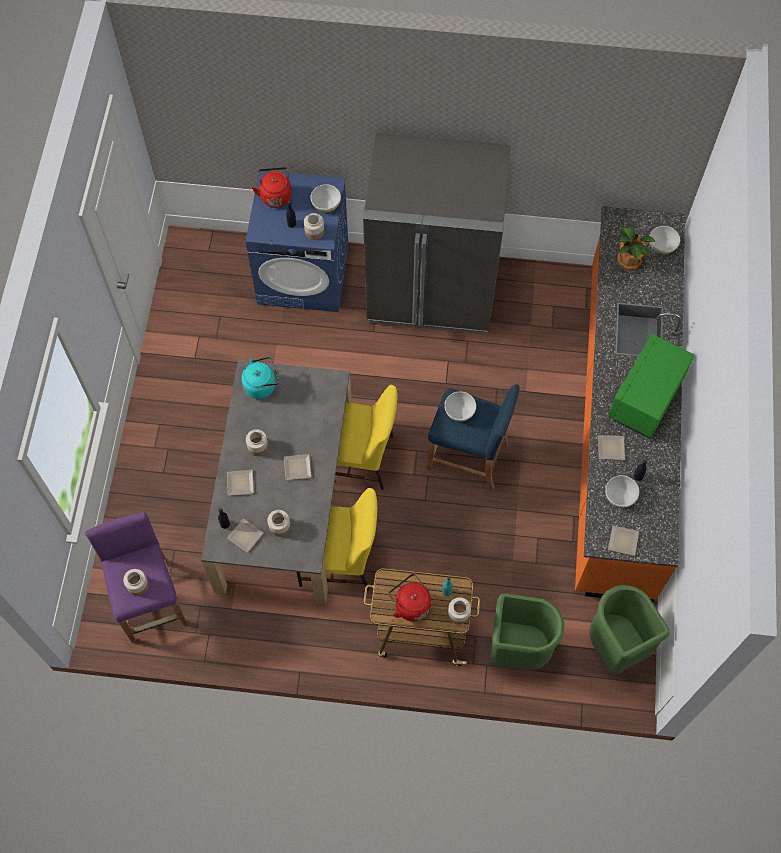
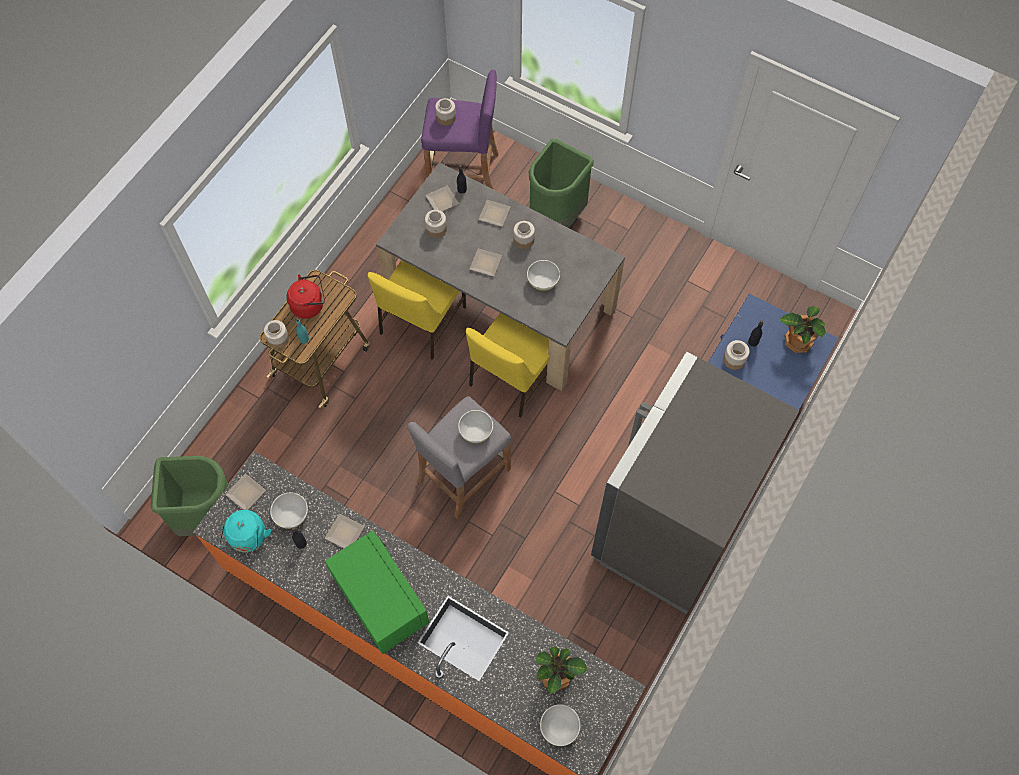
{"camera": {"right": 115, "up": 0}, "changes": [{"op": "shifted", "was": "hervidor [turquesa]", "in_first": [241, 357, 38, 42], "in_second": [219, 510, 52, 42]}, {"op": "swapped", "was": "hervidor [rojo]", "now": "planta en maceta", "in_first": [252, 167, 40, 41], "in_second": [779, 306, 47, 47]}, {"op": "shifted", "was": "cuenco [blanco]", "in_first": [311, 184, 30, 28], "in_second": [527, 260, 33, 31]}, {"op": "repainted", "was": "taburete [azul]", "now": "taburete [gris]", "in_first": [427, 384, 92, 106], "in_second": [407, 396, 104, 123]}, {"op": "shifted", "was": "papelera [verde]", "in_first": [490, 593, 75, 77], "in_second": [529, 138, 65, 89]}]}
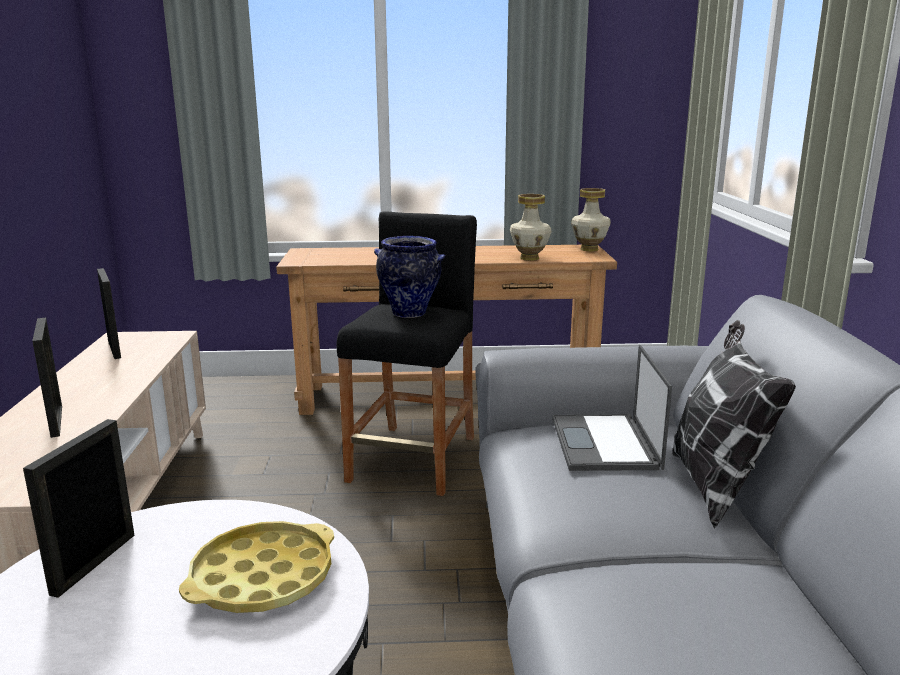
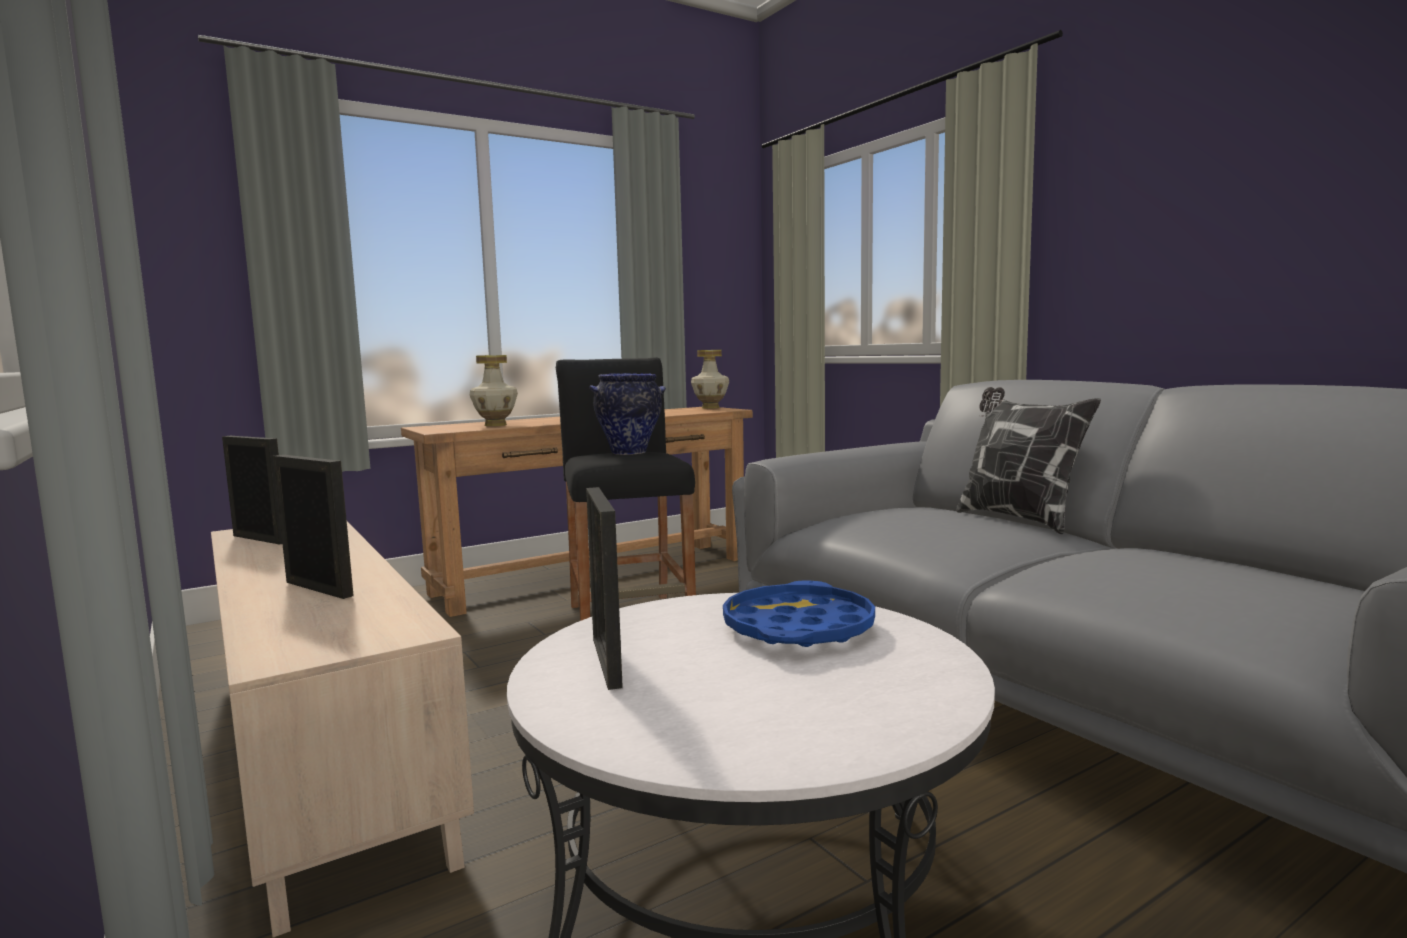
{"camera": {"right": -30, "up": -10}, "changes": [{"op": "repainted", "was": "bandeja [amarillo]", "now": "bandeja [azul]", "in_first": [179, 521, 155, 92], "in_second": [723, 580, 152, 67]}, {"op": "shifted", "was": "florero", "in_first": [510, 194, 42, 67], "in_second": [470, 355, 48, 71]}, {"op": "gone", "was": "portátil", "in_first": [552, 345, 120, 126]}]}
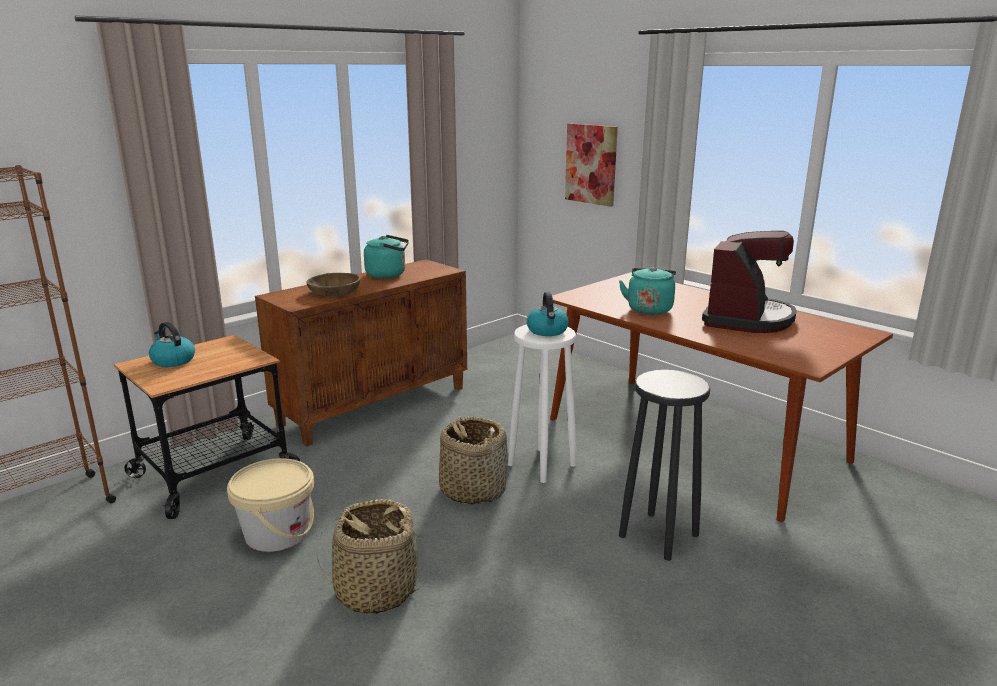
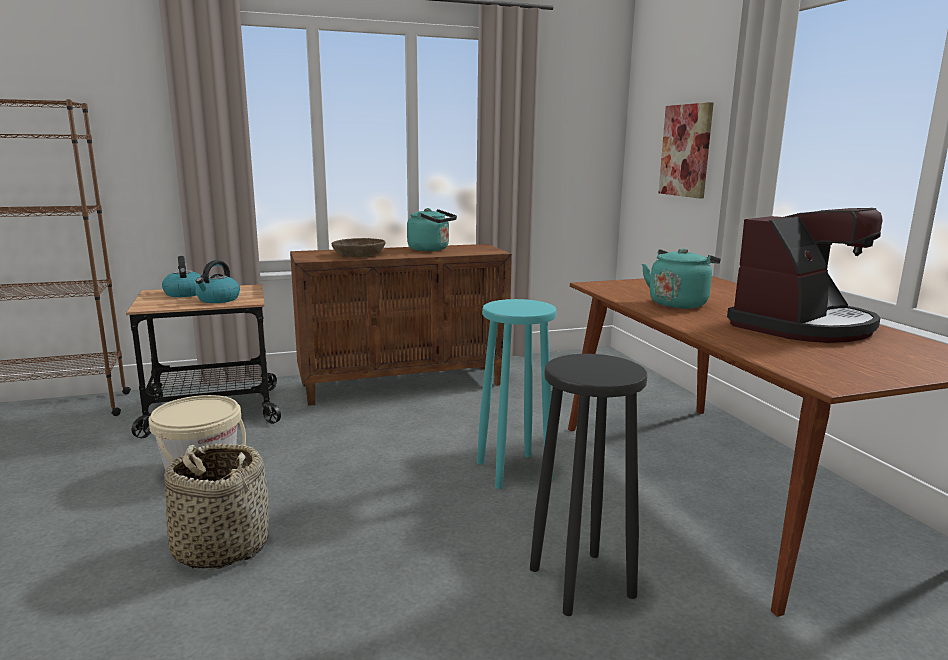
{"camera": {"right": 25, "up": -5}, "changes": [{"op": "gone", "was": "cesta", "in_first": [439, 416, 69, 89]}, {"op": "repainted", "was": "taburete [blanco]", "now": "taburete [turquesa]", "in_first": [508, 325, 68, 158], "in_second": [477, 299, 80, 190]}, {"op": "shifted", "was": "hervidor", "in_first": [527, 292, 42, 44], "in_second": [195, 260, 45, 43]}]}
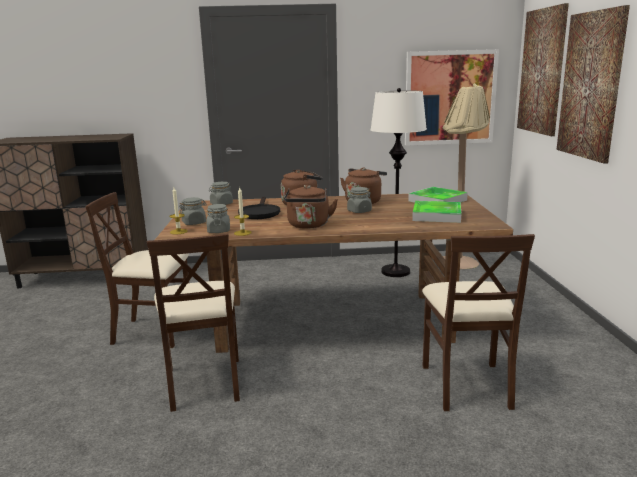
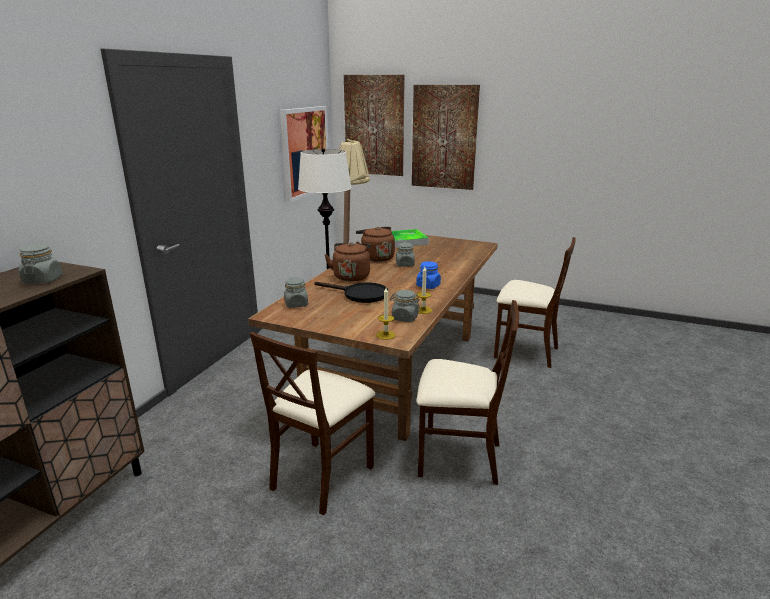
{"camera": {"right": -65, "up": 5}, "changes": [{"op": "shifted", "was": "tarro [gris]", "in_first": [179, 197, 28, 28], "in_second": [19, 244, 44, 40]}, {"op": "swapped", "was": "hervidor [marrón]", "now": "tarro [azul]", "in_first": [284, 185, 54, 44], "in_second": [416, 261, 25, 28]}, {"op": "gone", "was": "bandeja", "in_first": [412, 201, 50, 22]}]}
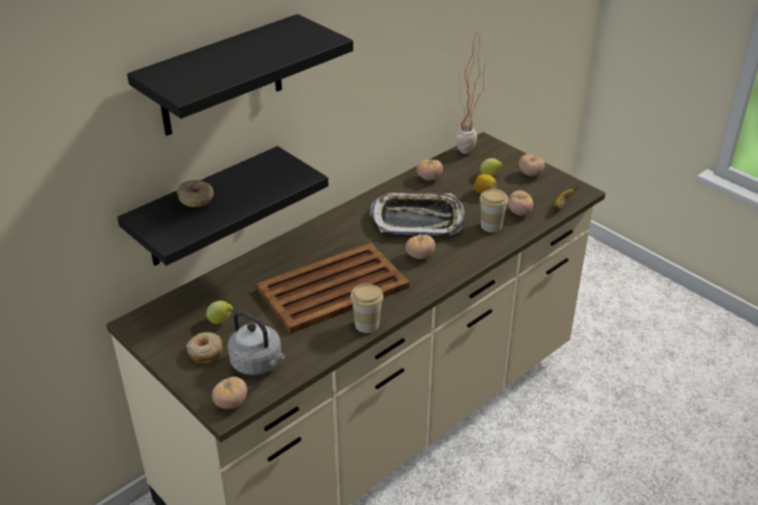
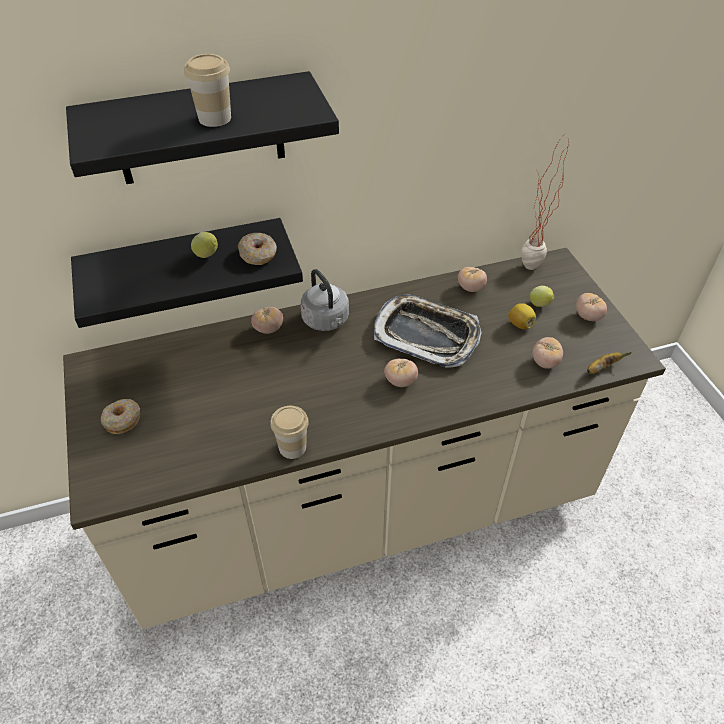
{"camera": {"right": 25, "up": 10}, "changes": [{"op": "shifted", "was": "rosquilla", "in_first": [177, 180, 37, 27], "in_second": [238, 233, 39, 32]}, {"op": "shifted", "was": "limón", "in_first": [206, 301, 27, 23], "in_second": [191, 232, 27, 26]}, {"op": "shifted", "was": "tomate", "in_first": [212, 377, 35, 32], "in_second": [251, 307, 32, 27]}, {"op": "shifted", "was": "hervidor [gris]", "in_first": [228, 311, 57, 64], "in_second": [301, 269, 48, 62]}, {"op": "gone", "was": "bandeja [marrón]", "in_first": [256, 243, 154, 91]}, {"op": "shifted", "was": "taza", "in_first": [479, 189, 29, 44], "in_second": [184, 54, 47, 73]}]}
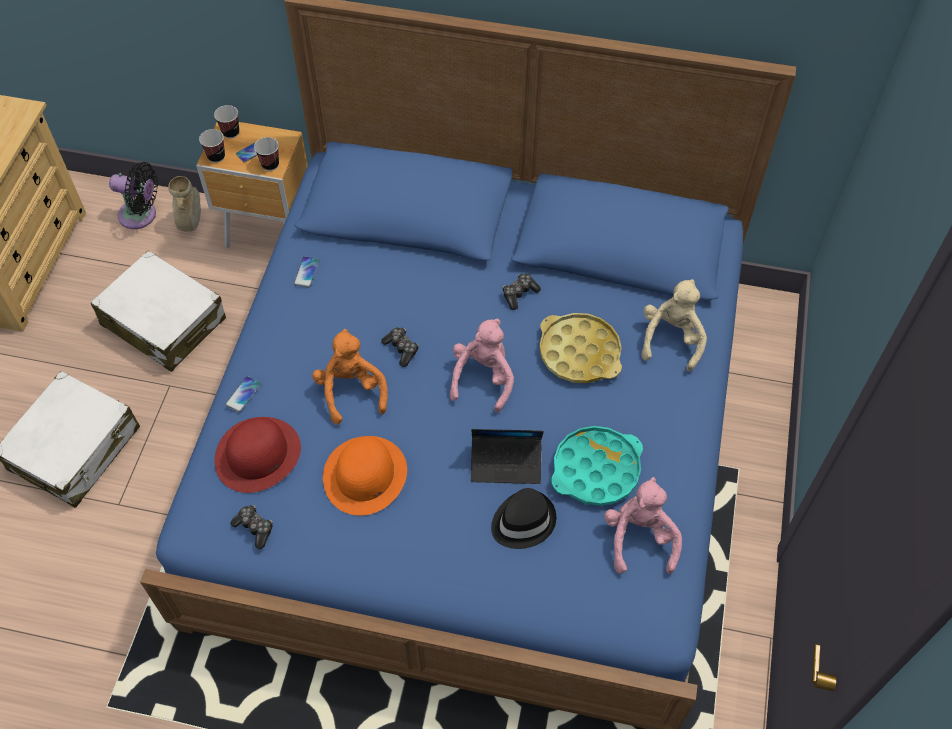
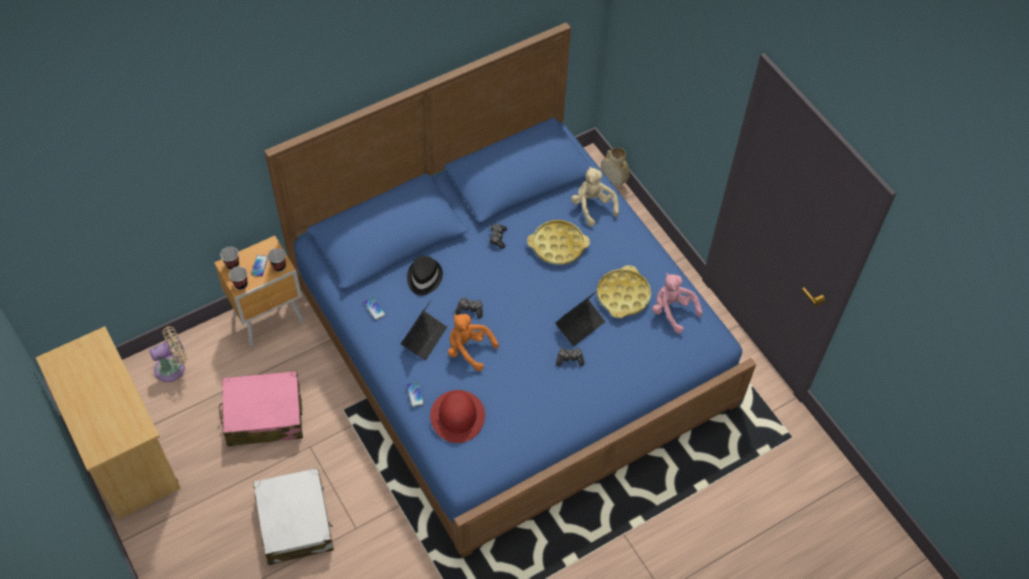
{"camera": {"right": -45, "up": 0}, "changes": [{"op": "repainted", "was": "maleta [blanco]", "now": "maleta [rosa]", "in_first": [91, 250, 135, 122], "in_second": [219, 371, 84, 75]}, {"op": "repainted", "was": "ventilador [negro]", "now": "ventilador [beis]", "in_first": [109, 162, 49, 67], "in_second": [149, 326, 38, 56]}, {"op": "shifted", "was": "florero [beis]", "in_first": [168, 176, 33, 56], "in_second": [601, 147, 29, 39]}, {"op": "shifted", "was": "mando de consola", "in_first": [230, 505, 43, 44], "in_second": [556, 347, 28, 19]}, {"op": "gone", "was": "sombrero [naranja]", "in_first": [323, 436, 84, 80]}, {"op": "gone", "was": "peluche [rosa]", "in_first": [450, 318, 64, 95]}, {"op": "shifted", "was": "sombrero [negro]", "in_first": [491, 488, 65, 61], "in_second": [407, 256, 36, 39]}, {"op": "repainted", "was": "bandeja [turquesa]", "now": "bandeja [amarillo]", "in_first": [551, 426, 92, 80], "in_second": [597, 265, 54, 53]}, {"op": "new", "now": "portátil", "in_second": [401, 300, 46, 60]}]}
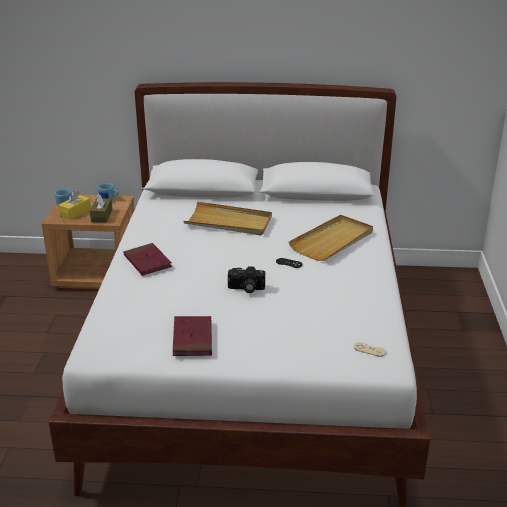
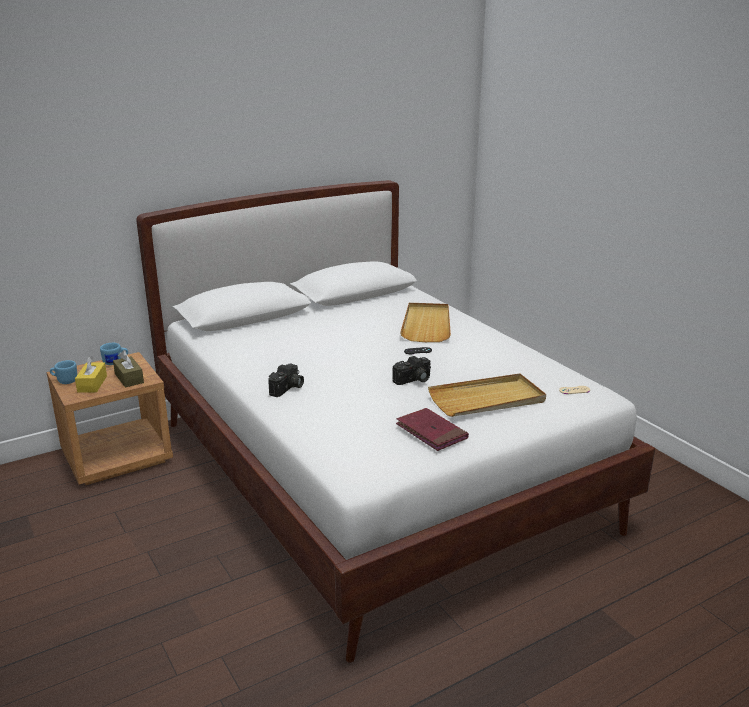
{"camera": {"right": -35, "up": -5}, "changes": [{"op": "swapped", "was": "libro [rojo]", "now": "cámara", "in_first": [123, 243, 49, 33], "in_second": [268, 364, 36, 33]}, {"op": "shifted", "was": "bandeja [beis]", "in_first": [183, 201, 89, 34], "in_second": [428, 374, 118, 43]}]}
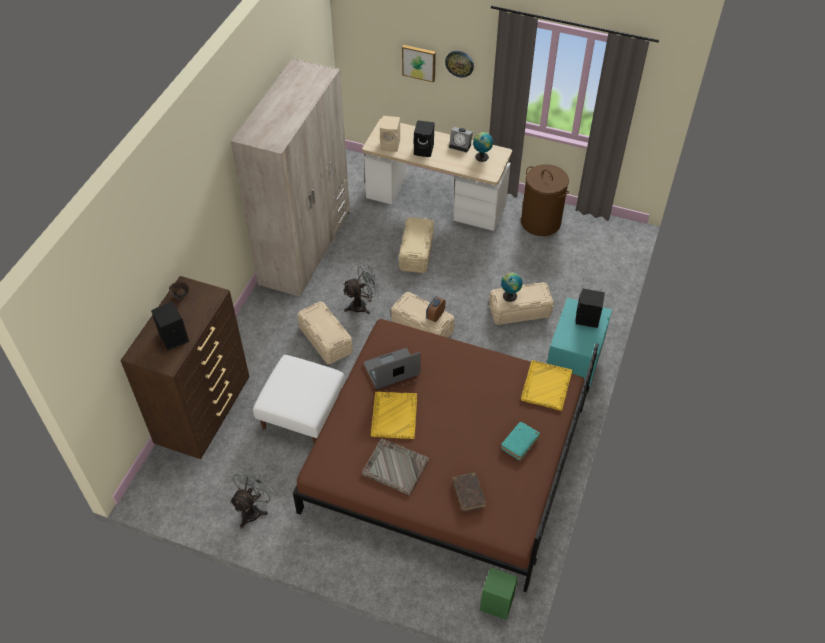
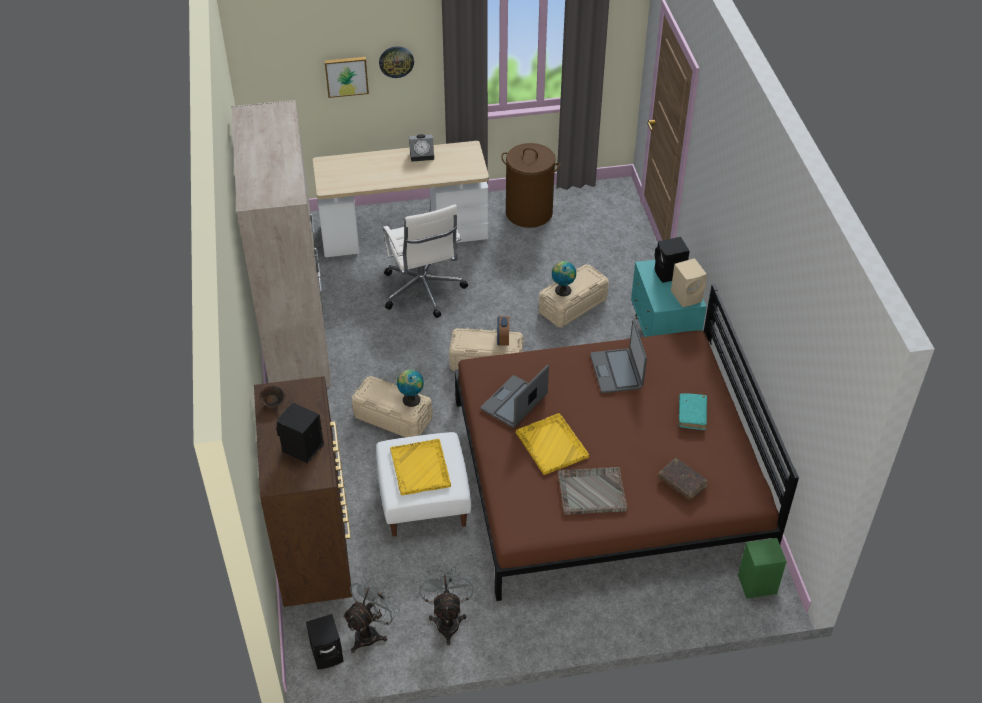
{"camera": {"right": -30, "up": -5}, "changes": [{"op": "shifted", "was": "ventilador [gris]", "in_first": [343, 265, 37, 49], "in_second": [342, 576, 58, 77]}, {"op": "shifted", "was": "altavoz [beis]", "in_first": [380, 116, 20, 36], "in_second": [671, 258, 36, 49]}, {"op": "swapped", "was": "caja de almacenaje [beis]", "now": "silla de oficina [blanco]", "in_first": [399, 217, 35, 56], "in_second": [383, 204, 85, 114]}, {"op": "shifted", "was": "altavoz [negro]", "in_first": [414, 120, 20, 37], "in_second": [306, 614, 38, 56]}, {"op": "shifted", "was": "globo terráqueo", "in_first": [473, 132, 20, 30], "in_second": [397, 369, 27, 38]}, {"op": "shifted", "was": "bandeja [amarillo]", "in_first": [521, 360, 51, 51], "in_second": [390, 439, 61, 56]}, {"op": "new", "now": "portátil", "in_second": [590, 320, 57, 73]}]}
